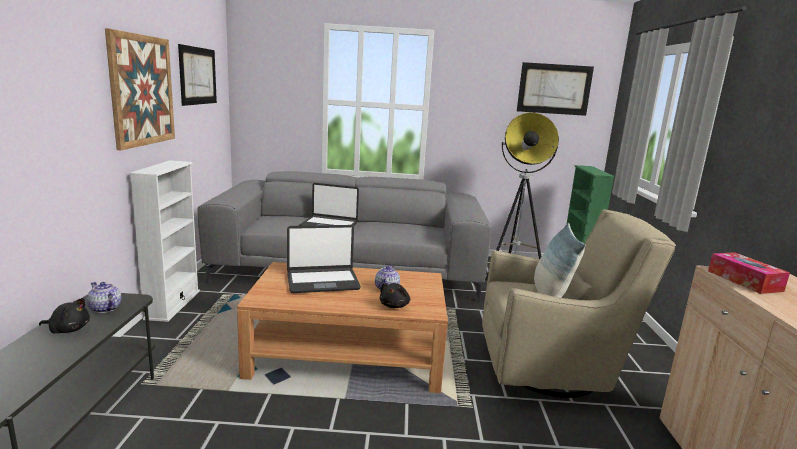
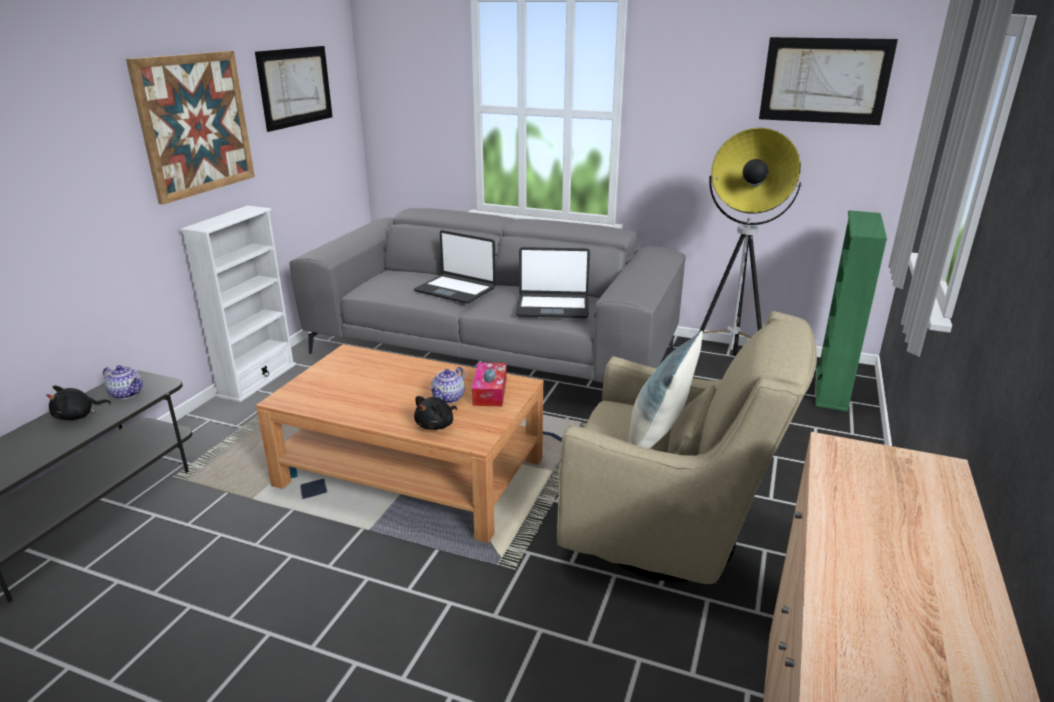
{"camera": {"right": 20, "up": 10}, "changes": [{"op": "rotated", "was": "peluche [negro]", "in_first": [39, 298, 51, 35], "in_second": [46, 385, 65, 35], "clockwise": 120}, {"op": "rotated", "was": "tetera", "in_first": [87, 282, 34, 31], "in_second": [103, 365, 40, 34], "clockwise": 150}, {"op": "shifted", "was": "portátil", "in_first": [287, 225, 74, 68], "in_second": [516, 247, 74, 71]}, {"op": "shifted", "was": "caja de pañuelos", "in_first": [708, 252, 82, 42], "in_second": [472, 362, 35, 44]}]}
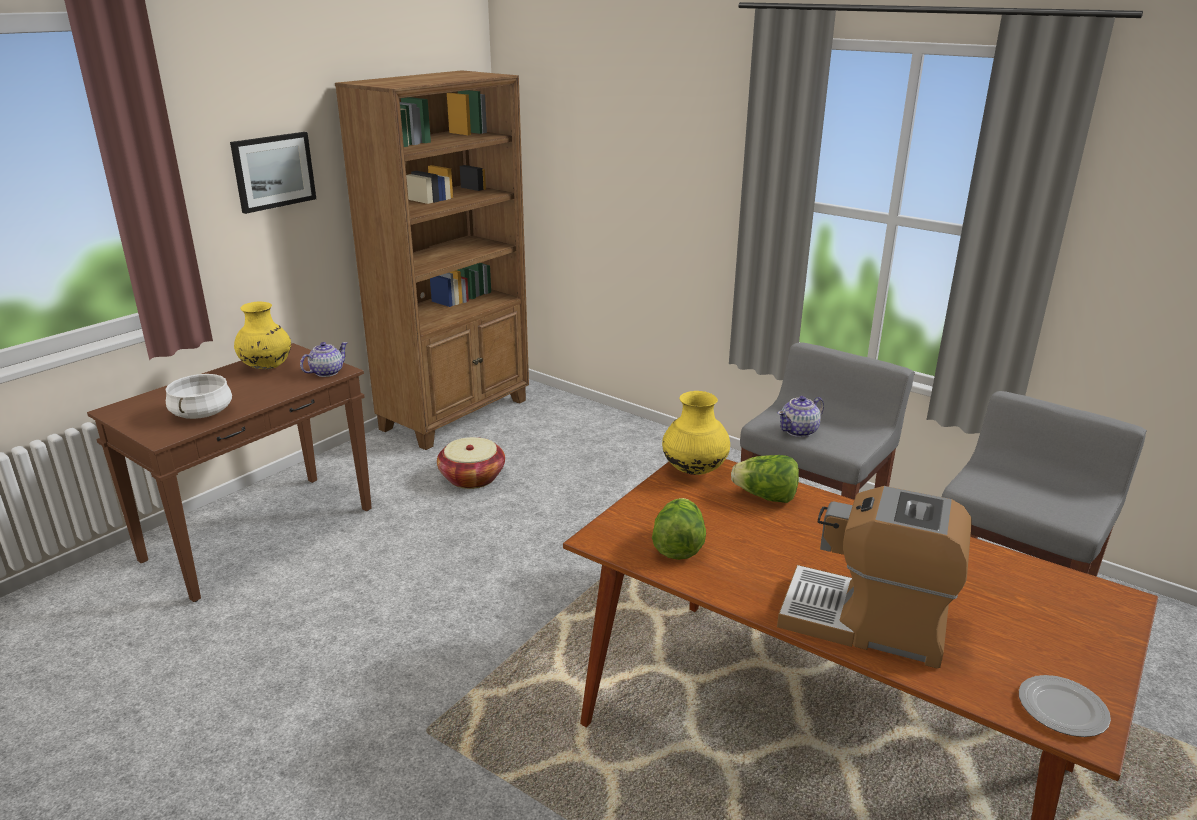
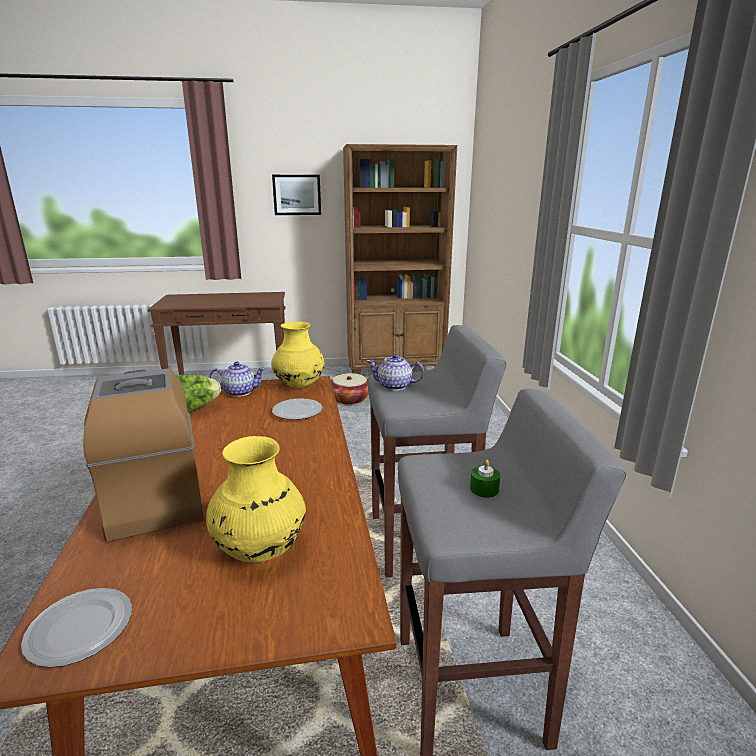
{"camera": {"right": 45, "up": -5}, "changes": [{"op": "gone", "was": "olla [blanco]", "in_first": [166, 374, 66, 45]}, {"op": "shifted", "was": "florero [amarillo]", "in_first": [234, 301, 57, 68], "in_second": [206, 436, 100, 126]}, {"op": "shifted", "was": "tetera", "in_first": [300, 342, 48, 35], "in_second": [209, 361, 57, 36]}, {"op": "swapped", "was": "lechuga", "now": "plato", "in_first": [731, 455, 68, 48], "in_second": [272, 398, 50, 22]}, {"op": "new", "now": "vela [verde]", "in_second": [470, 459, 30, 39]}]}
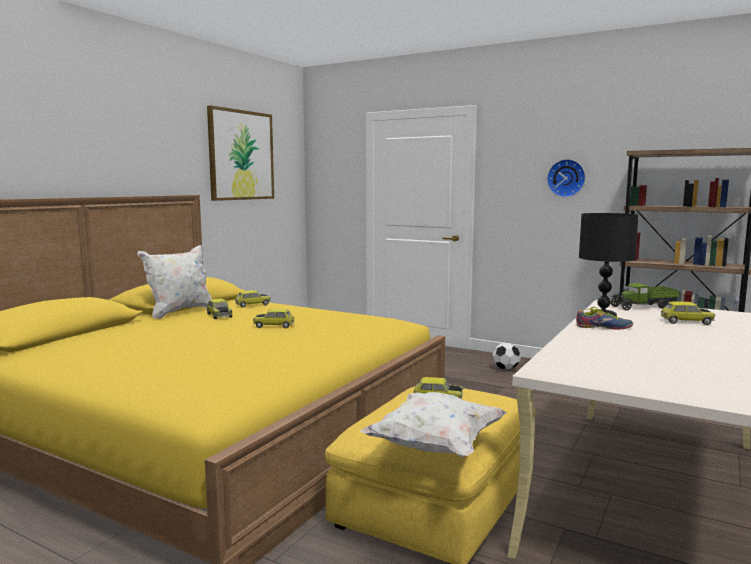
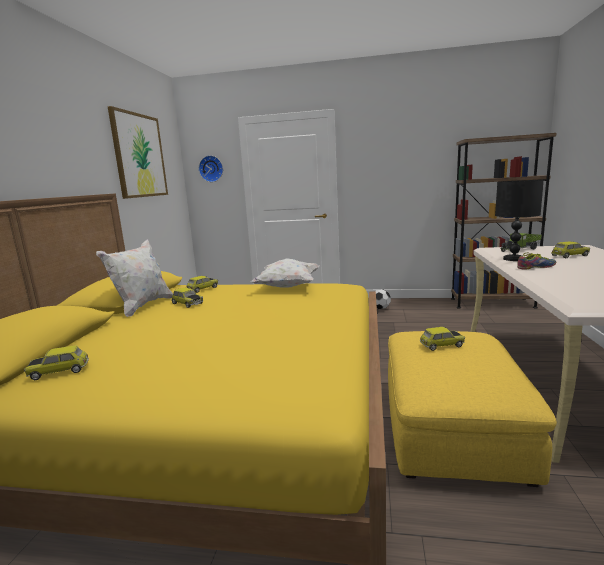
{"camera": {"right": -20, "up": 5}, "changes": [{"op": "shifted", "was": "coche de juguete", "in_first": [253, 309, 41, 19], "in_second": [24, 346, 65, 34]}, {"op": "shifted", "was": "cojín [blanco]", "in_first": [361, 392, 146, 65], "in_second": [251, 258, 68, 30]}, {"op": "shifted", "was": "reloj de pared", "in_first": [547, 159, 39, 39], "in_second": [199, 155, 24, 27]}]}
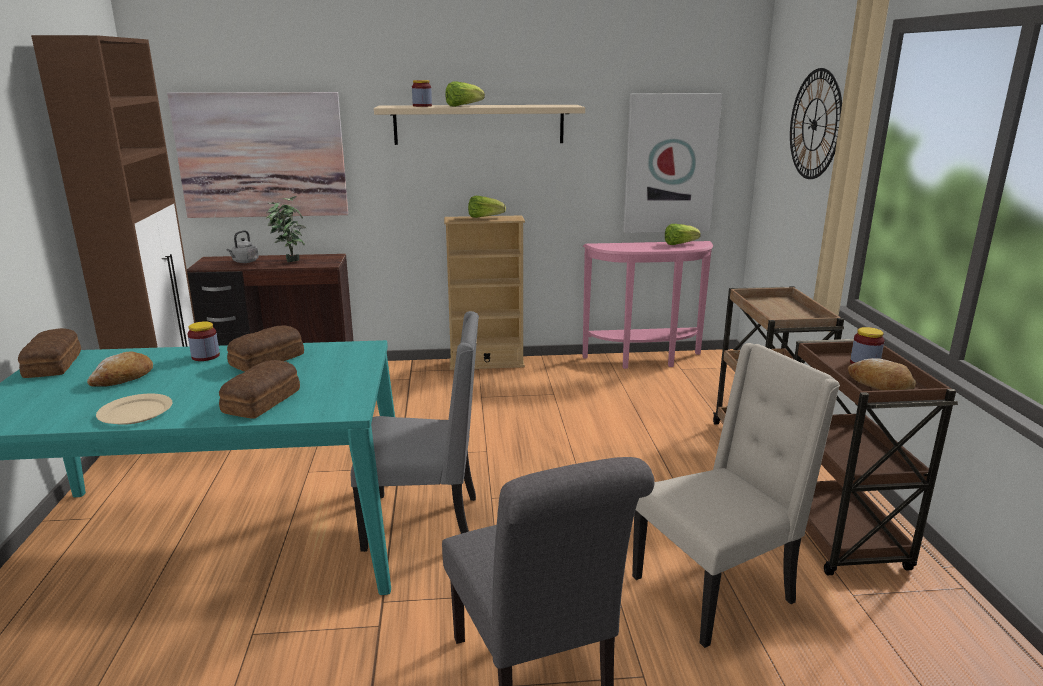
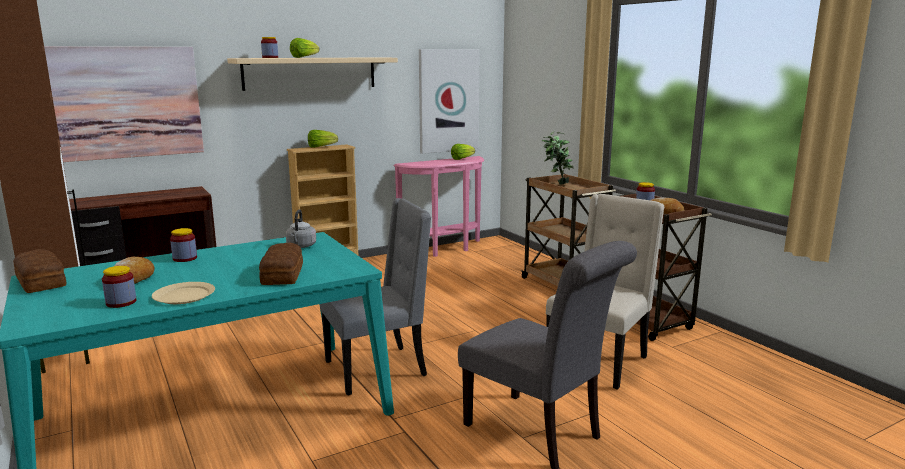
{"camera": {"right": -25, "up": -5}, "changes": [{"op": "shifted", "was": "hervidor [gris]", "in_first": [226, 230, 33, 33], "in_second": [286, 209, 30, 39]}, {"op": "gone", "was": "pan", "in_first": [227, 326, 77, 46]}, {"op": "shifted", "was": "planta en maceta", "in_first": [266, 196, 40, 66], "in_second": [542, 131, 32, 54]}, {"op": "gone", "was": "reloj de pared", "in_first": [790, 68, 52, 111]}, {"op": "new", "now": "tarro", "in_second": [102, 266, 34, 42]}]}
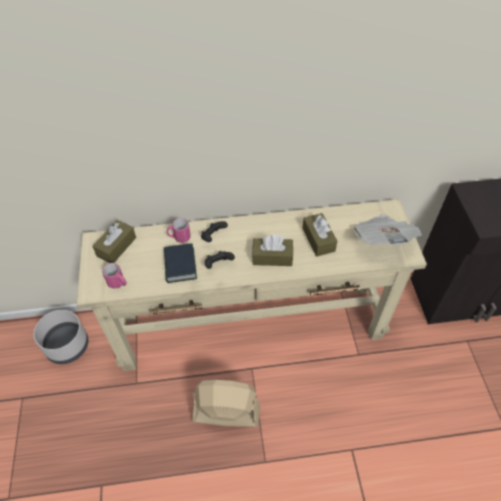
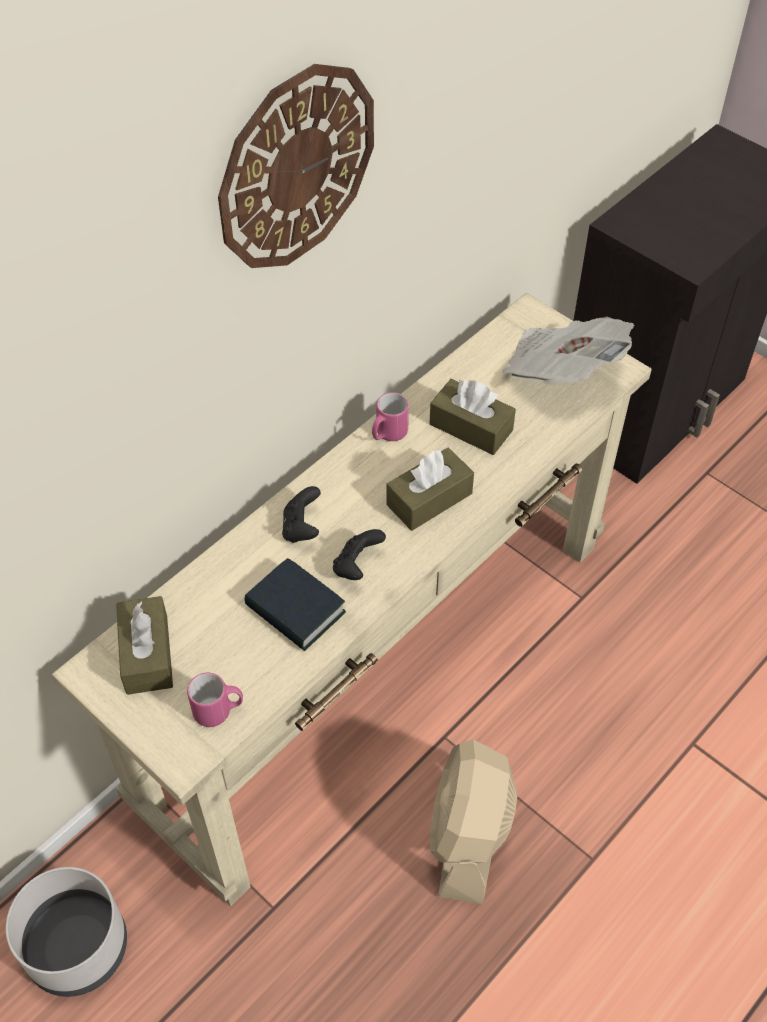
{"camera": {"right": -40, "up": 0}, "changes": [{"op": "shifted", "was": "taza grande [rosa]", "in_first": [167, 218, 24, 25], "in_second": [372, 392, 37, 49]}, {"op": "rotated", "was": "ventilador [beis]", "in_first": [192, 380, 68, 47], "in_second": [430, 739, 87, 165], "clockwise": -45}, {"op": "new", "now": "reloj de pared", "in_second": [218, 64, 156, 204]}]}
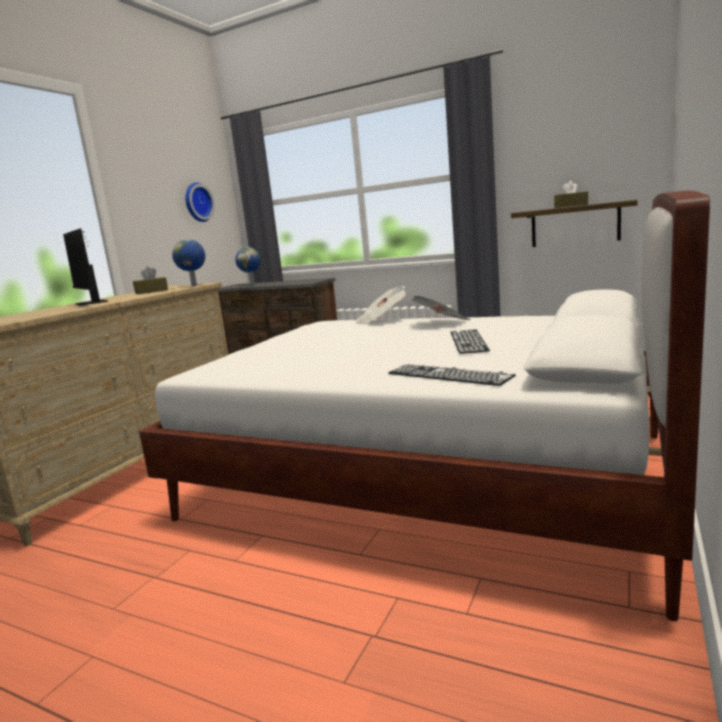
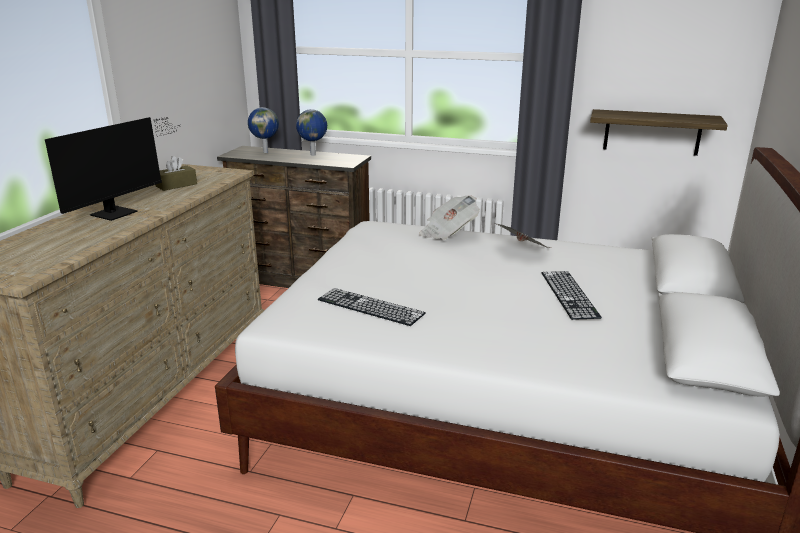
{"camera": {"right": -10, "up": 10}, "changes": [{"op": "rotated", "was": "monitor", "in_first": [63, 228, 45, 78], "in_second": [45, 117, 133, 104], "clockwise": -105}, {"op": "shifted", "was": "globo terráqueo", "in_first": [172, 239, 33, 47], "in_second": [296, 109, 31, 47]}, {"op": "gone", "was": "reloj de pared", "in_first": [186, 182, 29, 40]}, {"op": "shifted", "was": "teclado", "in_first": [388, 364, 128, 22], "in_second": [317, 288, 109, 38]}, {"op": "gone", "was": "caja de pañuelos [marrón]", "in_first": [554, 181, 34, 27]}]}
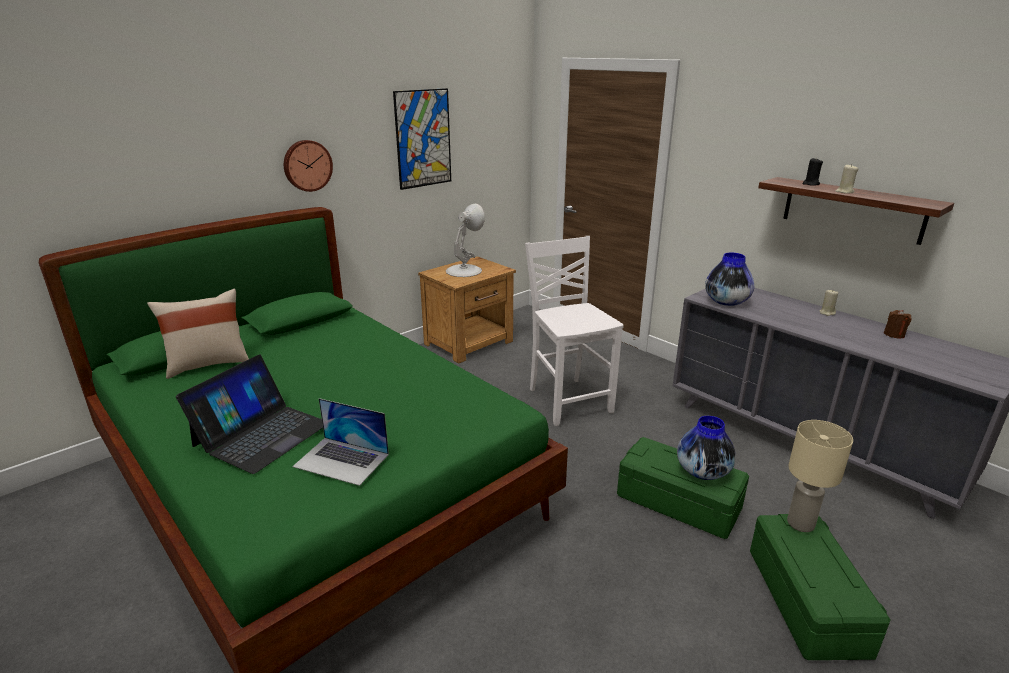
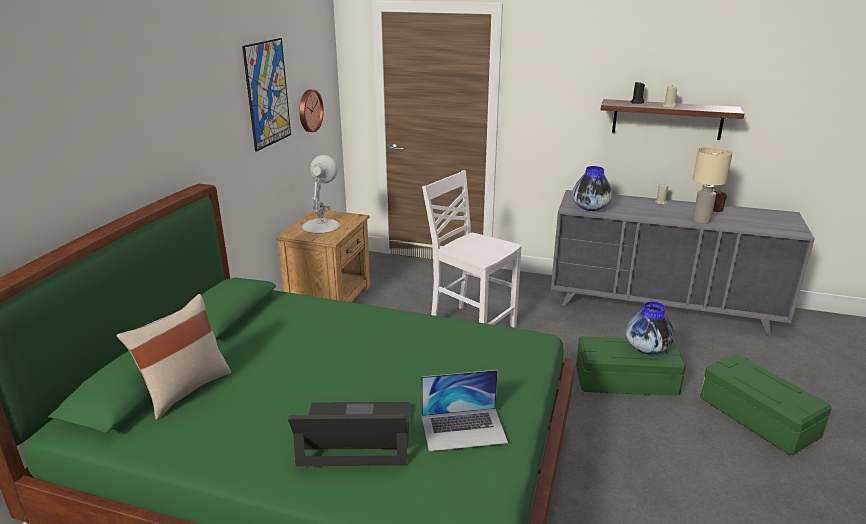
{"camera": {"right": -30, "up": 0}, "changes": [{"op": "rotated", "was": "portátil", "in_first": [176, 355, 147, 119], "in_second": [288, 402, 122, 64], "clockwise": -90}, {"op": "shifted", "was": "reloj de pared", "in_first": [284, 140, 49, 52], "in_second": [299, 90, 25, 42]}, {"op": "shifted", "was": "lámpara de mesa [beis]", "in_first": [787, 420, 66, 112], "in_second": [693, 147, 40, 77]}]}
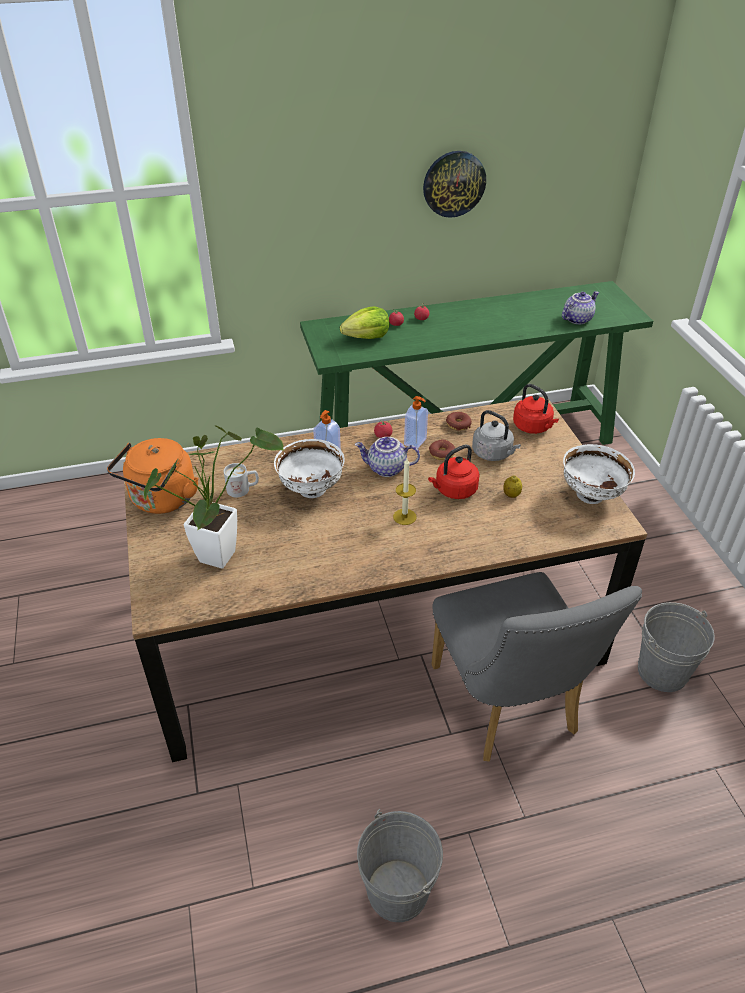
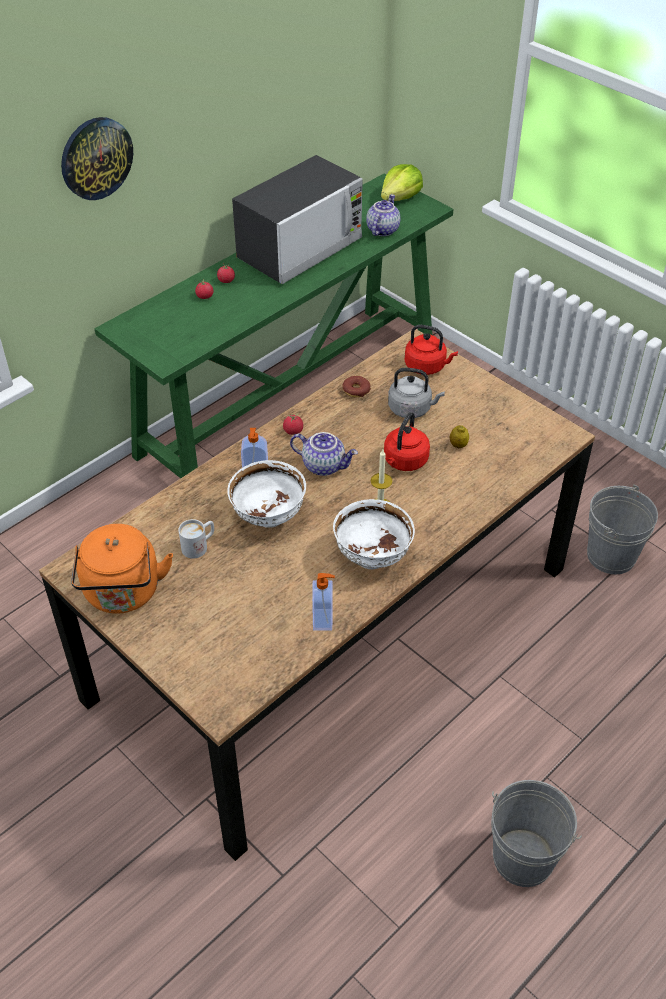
{"camera": {"right": -30, "up": 5}, "changes": [{"op": "gone", "was": "planta en maceta", "in_first": [144, 425, 140, 144]}, {"op": "shifted", "was": "lechuga", "in_first": [340, 306, 49, 33], "in_second": [381, 164, 42, 37]}, {"op": "rotated", "was": "tetera", "in_first": [354, 437, 66, 40], "in_second": [290, 432, 68, 44], "clockwise": -135}, {"op": "shifted", "was": "dispensador de jabón", "in_first": [404, 396, 24, 53], "in_second": [312, 573, 23, 58]}, {"op": "shifted", "was": "reloj de pared", "in_first": [423, 151, 63, 67], "in_second": [61, 117, 72, 83]}, {"op": "gone", "was": "rosquilla", "in_first": [429, 439, 26, 21]}, {"op": "gone", "was": "silla [gris]", "in_first": [431, 572, 211, 190]}, {"op": "shifted", "was": "cuenco [blanco]", "in_first": [563, 444, 72, 60], "in_second": [333, 499, 82, 70]}, {"op": "new", "now": "microondas", "in_second": [232, 155, 131, 129]}]}
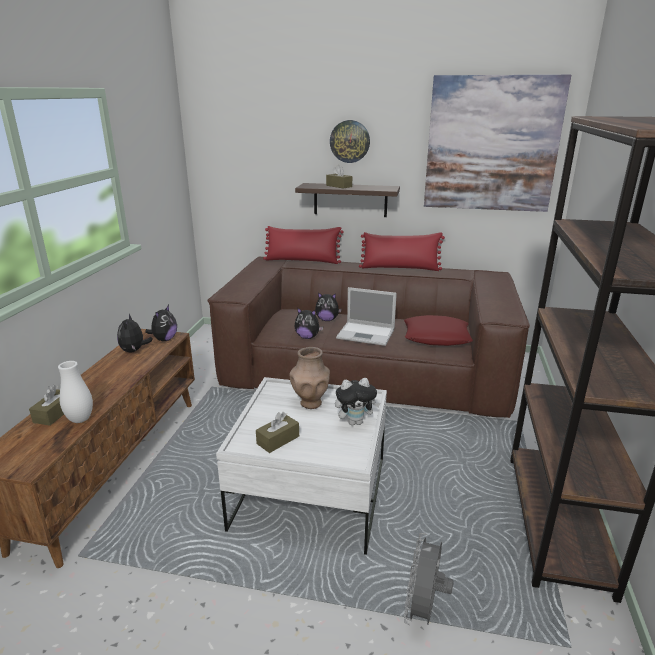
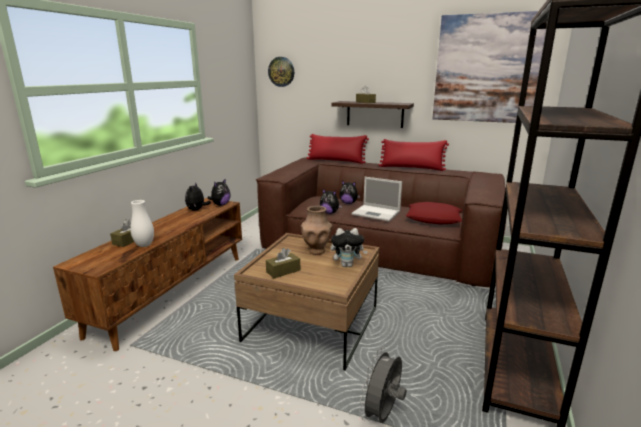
{"camera": {"right": 10, "up": -5}, "changes": [{"op": "repainted", "was": "mesa de centro [blanco]", "now": "mesa de centro [marrón]", "in_first": [216, 377, 171, 178], "in_second": [234, 233, 145, 137]}, {"op": "shifted", "was": "reloj de pared", "in_first": [330, 120, 40, 43], "in_second": [268, 57, 26, 30]}]}
